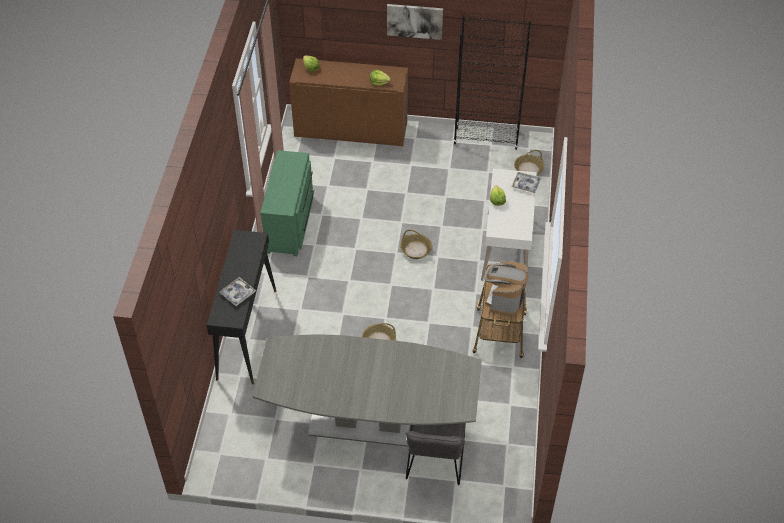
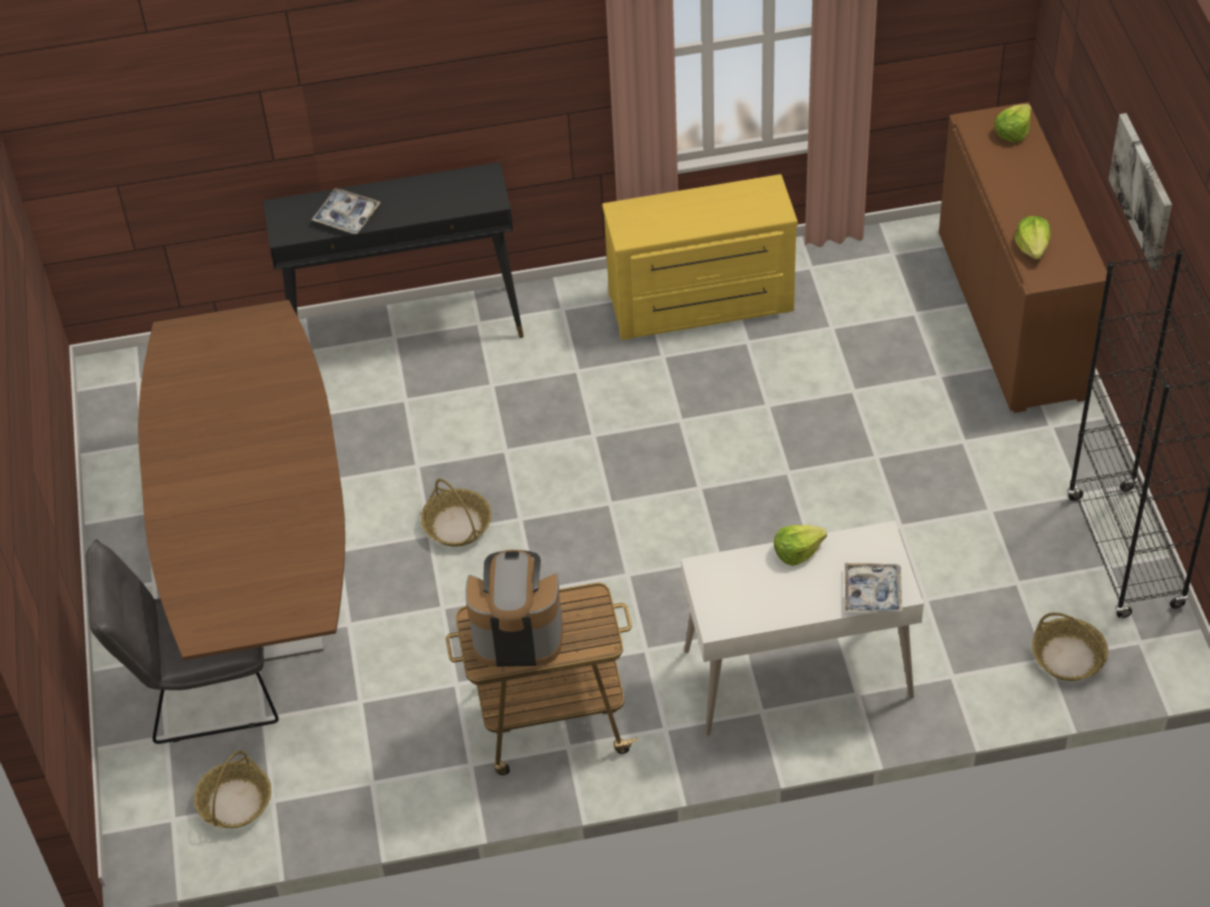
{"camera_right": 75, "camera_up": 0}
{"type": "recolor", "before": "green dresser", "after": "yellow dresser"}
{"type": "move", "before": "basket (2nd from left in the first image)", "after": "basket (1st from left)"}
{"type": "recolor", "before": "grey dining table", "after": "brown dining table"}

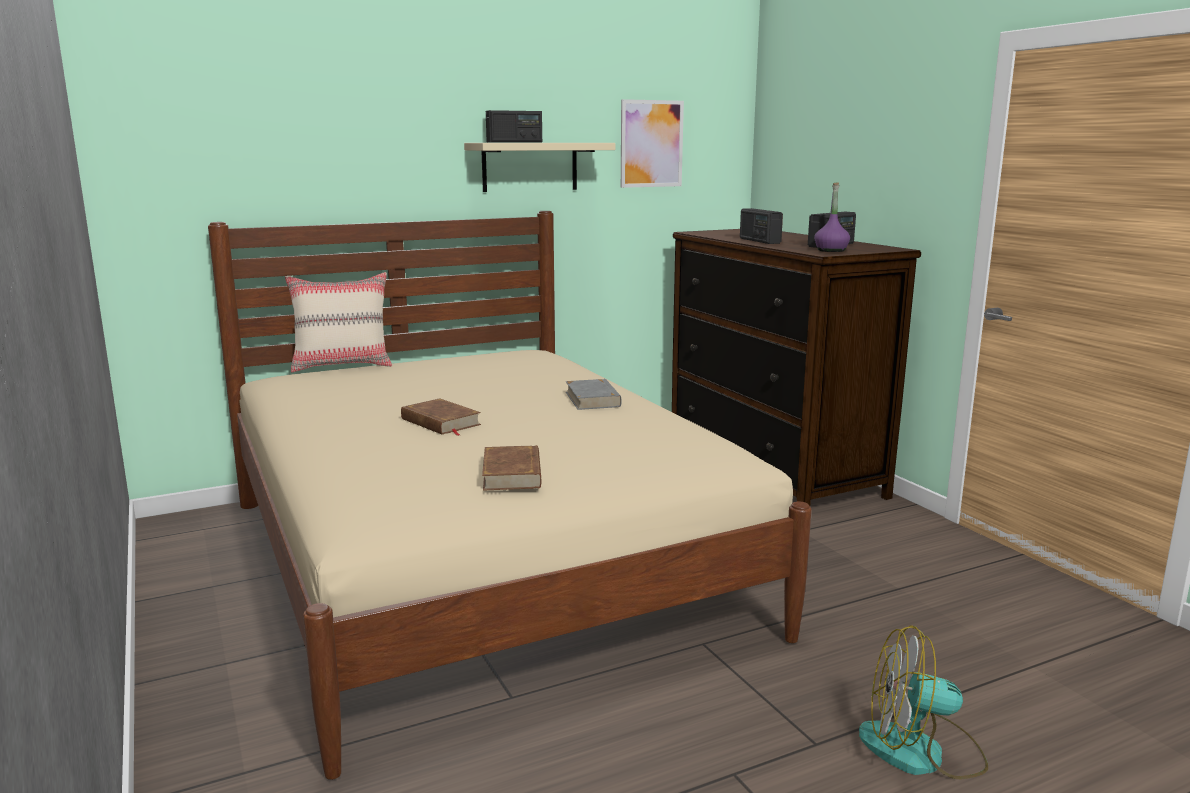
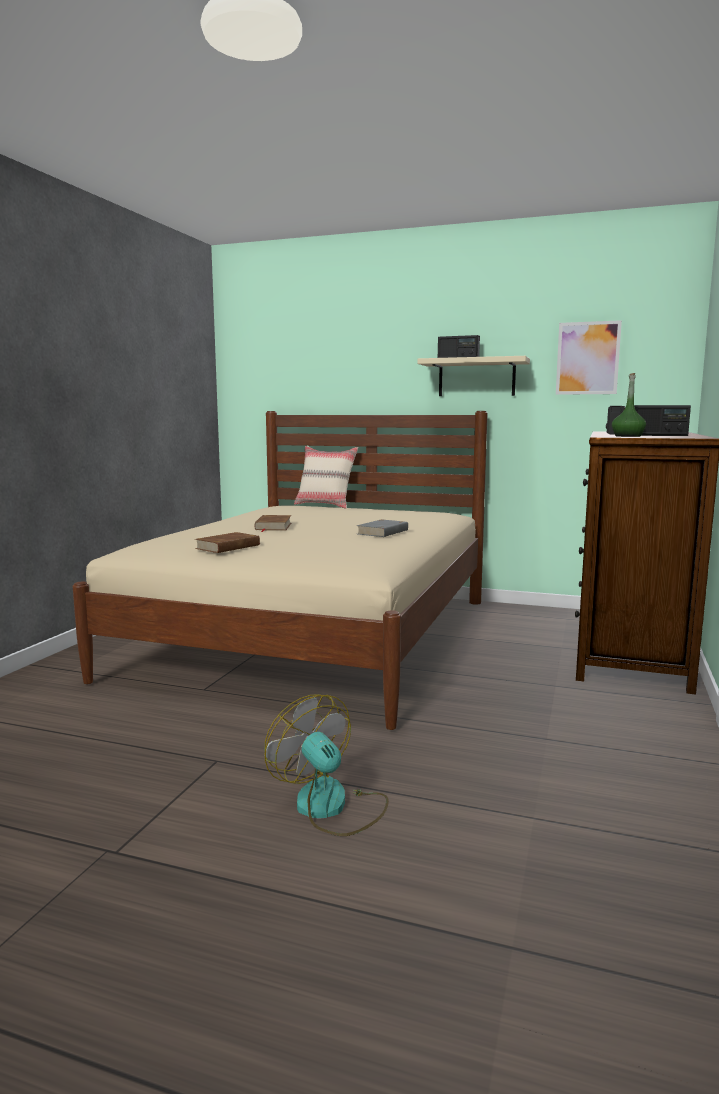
{"camera_right": 45, "camera_up": -5}
{"type": "recolor", "before": "purple bottle", "after": "green bottle"}

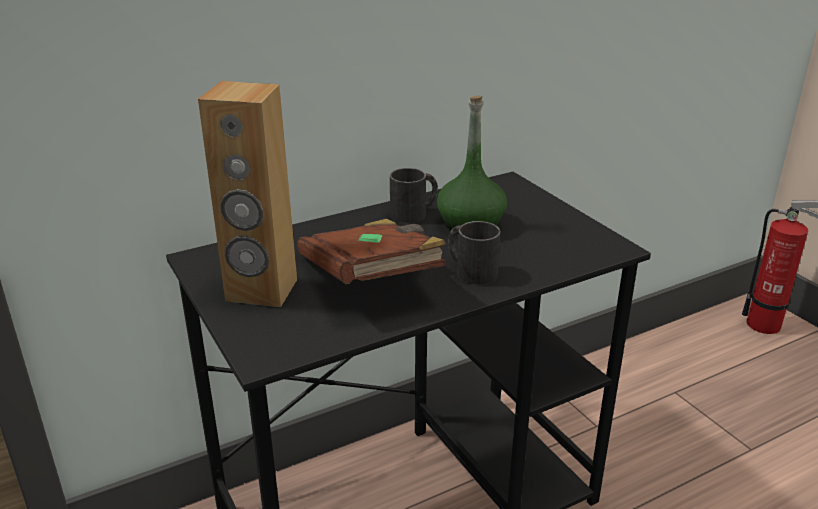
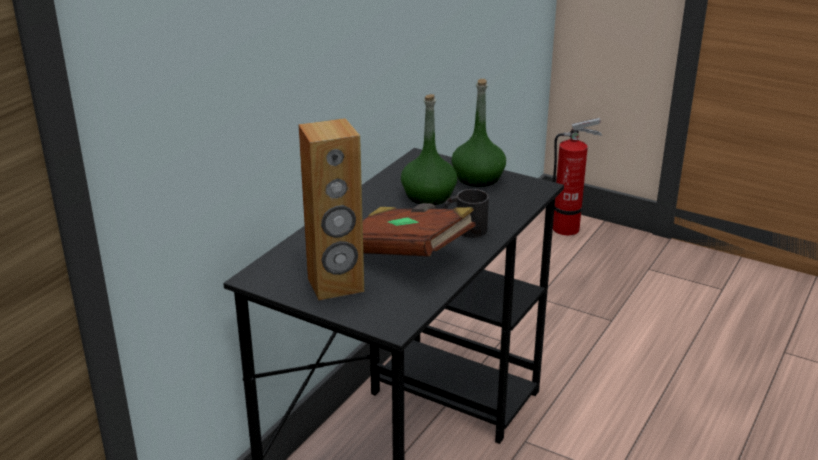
{"camera_right": -30, "camera_up": 0}
{"type": "delete", "before": "black mug (1st from left)"}
{"type": "insert", "after": "green bottle (2nd from left)"}

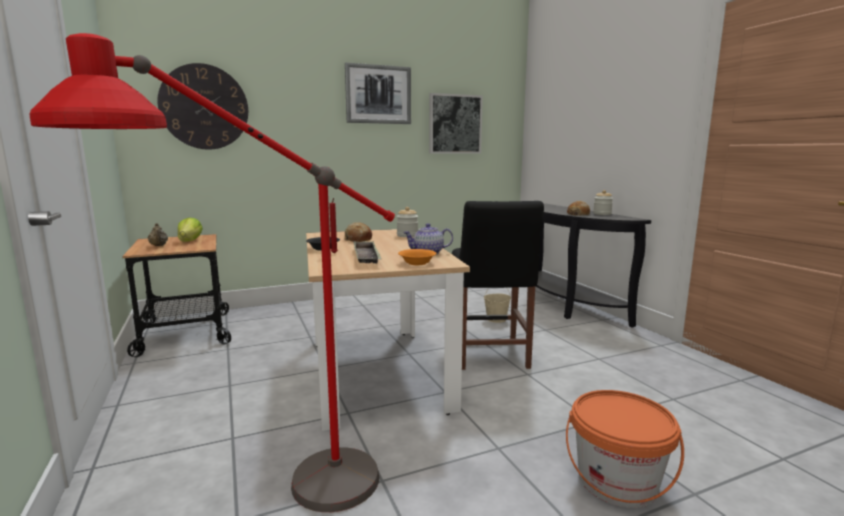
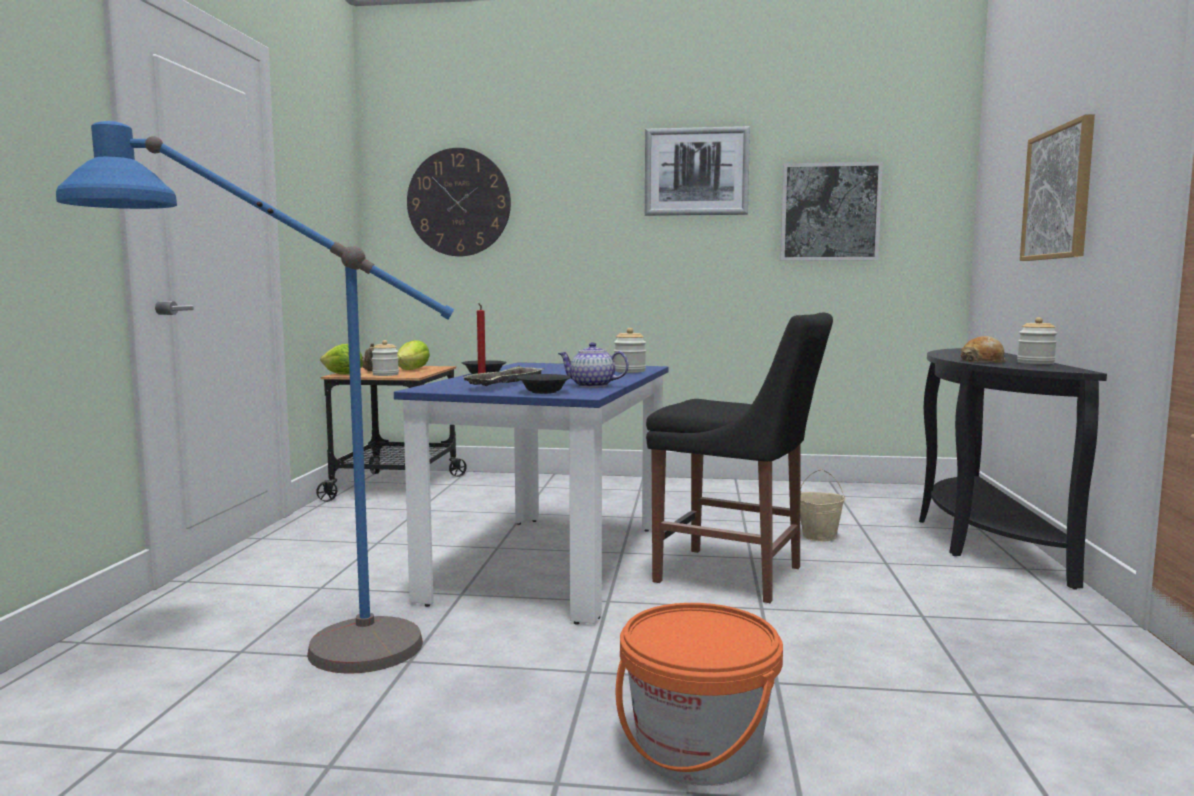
{"camera_right": 30, "camera_up": -5}
{"type": "recolor", "before": "red floor lamp", "after": "blue floor lamp"}
{"type": "rotate", "before": "black chair", "turn": -90}
{"type": "delete", "before": "bread (1st from left)"}
{"type": "recolor", "before": "beige dining table", "after": "blue dining table"}
{"type": "recolor", "before": "orange bowl", "after": "black bowl (2nd from left)"}
{"type": "insert", "after": "picture (3rd from left)"}
{"type": "insert", "after": "jar (1st from left)"}
{"type": "insert", "after": "lettuce (1st from left)"}

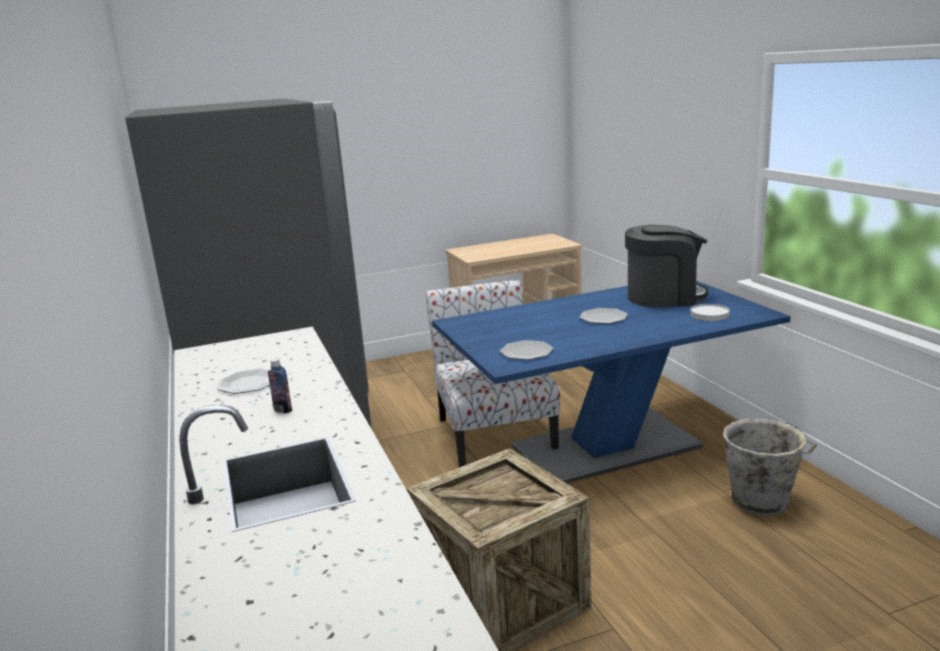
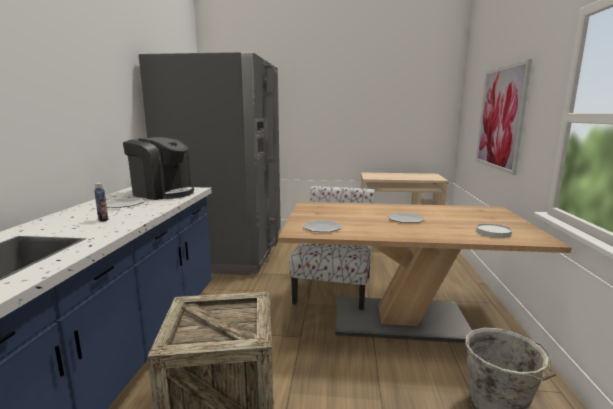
{"camera_right": 25, "camera_up": -5}
{"type": "move", "before": "coffee machine"}
{"type": "recolor", "before": "blue dining table", "after": "brown dining table"}
{"type": "insert", "after": "picture"}

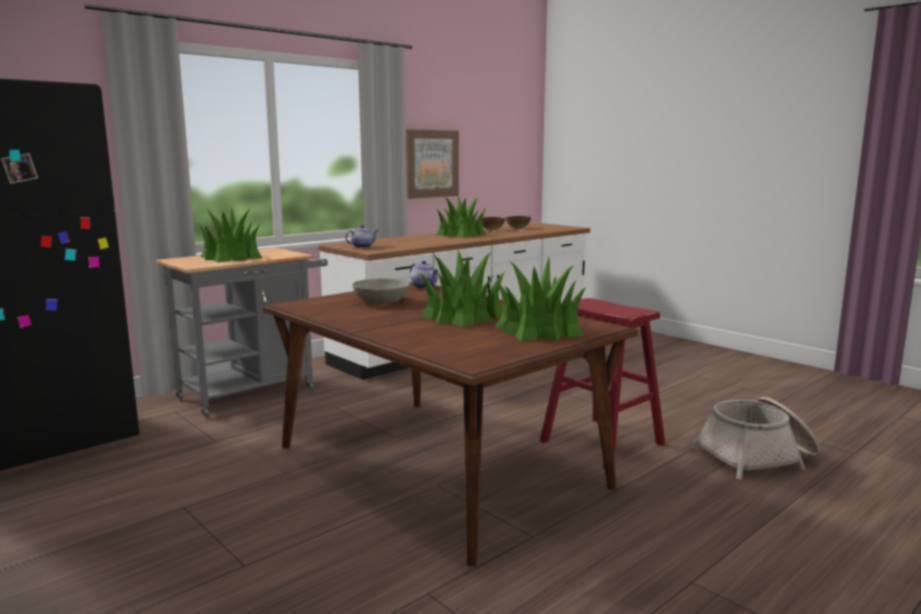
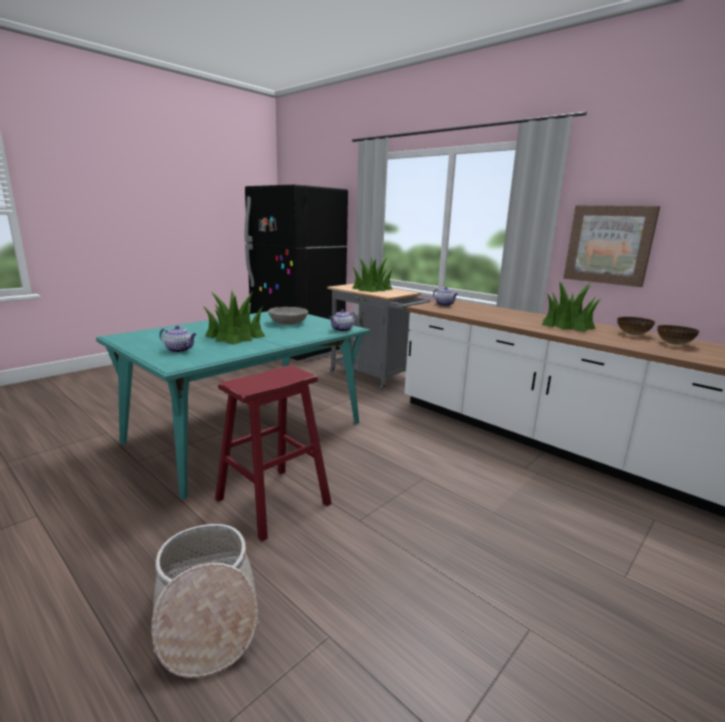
{"camera_right": 85, "camera_up": 5}
{"type": "replace", "before": "potted plant (4th from left)", "after": "teapot (1st from left)"}
{"type": "recolor", "before": "brown dining table", "after": "turquoise dining table"}

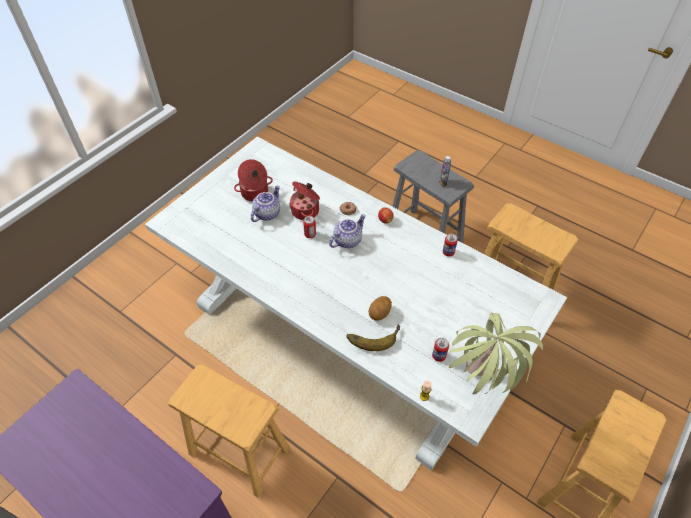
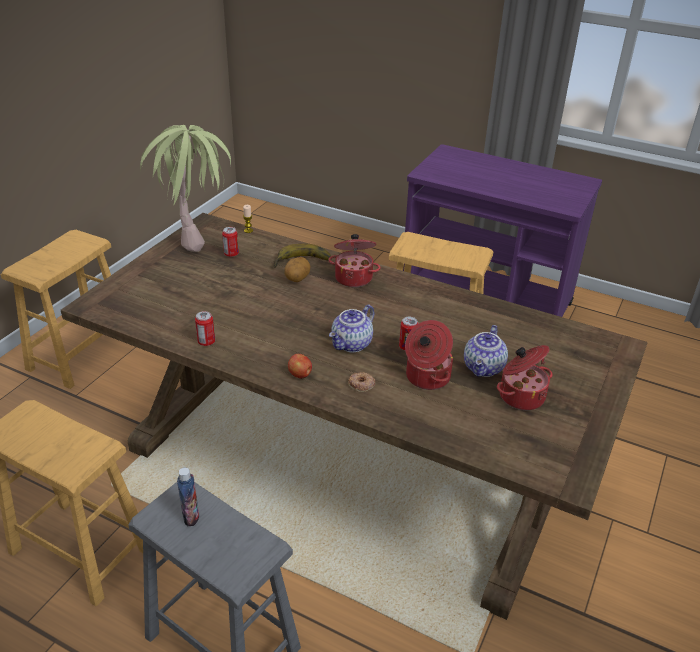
{"camera_right": 170, "camera_up": -15}
{"type": "recolor", "before": "white dining table", "after": "brown dining table"}
{"type": "insert", "after": "cooking pot (1st from left)"}

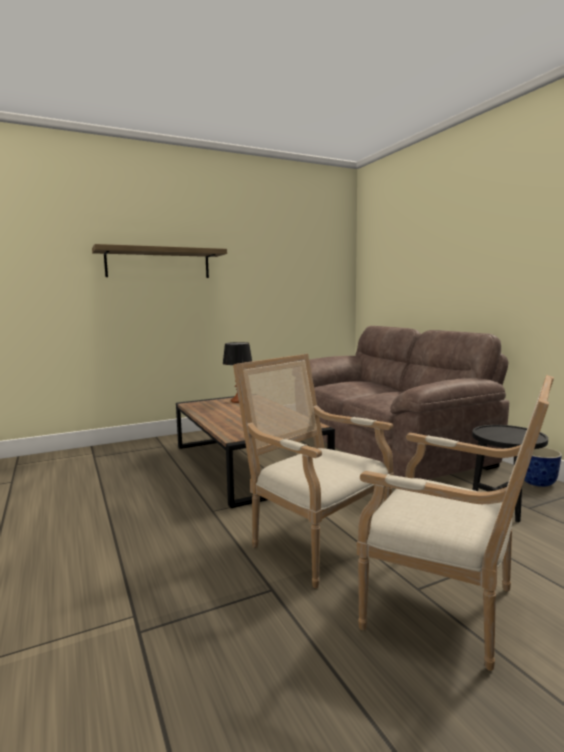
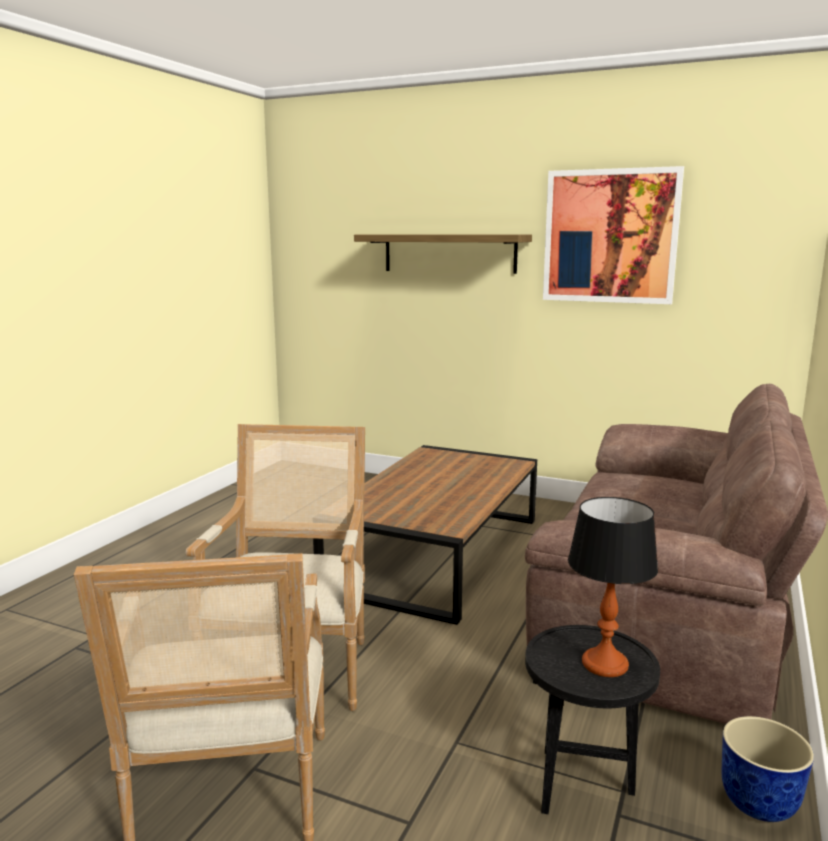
{"camera_right": 50, "camera_up": 5}
{"type": "move", "before": "table lamp"}
{"type": "insert", "after": "picture"}

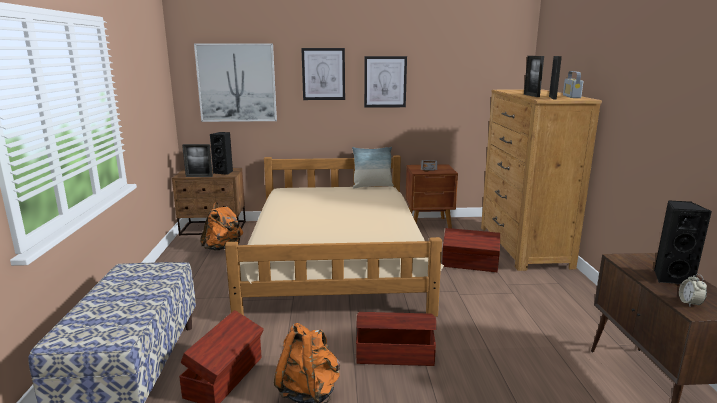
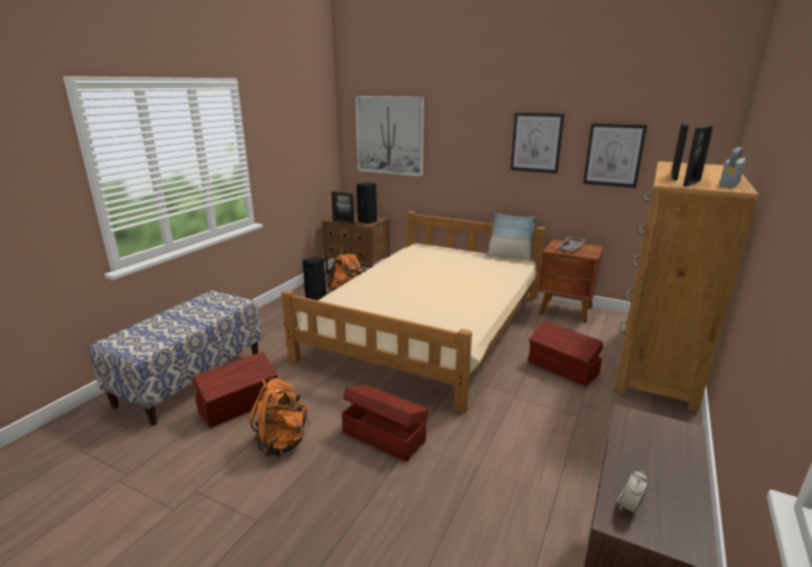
{"camera_right": 30, "camera_up": 5}
{"type": "move", "before": "picture (2nd from left in the first image)", "after": "picture (3rd from left)"}
{"type": "move", "before": "black speaker (2nd from left in the first image)", "after": "black speaker (1st from left)"}

